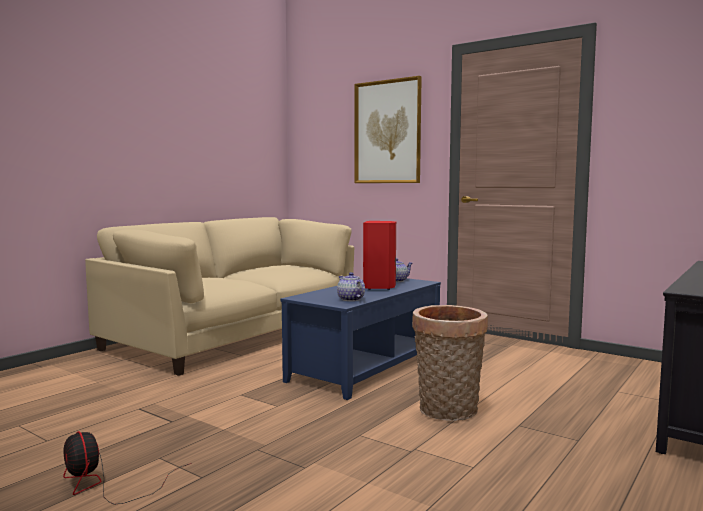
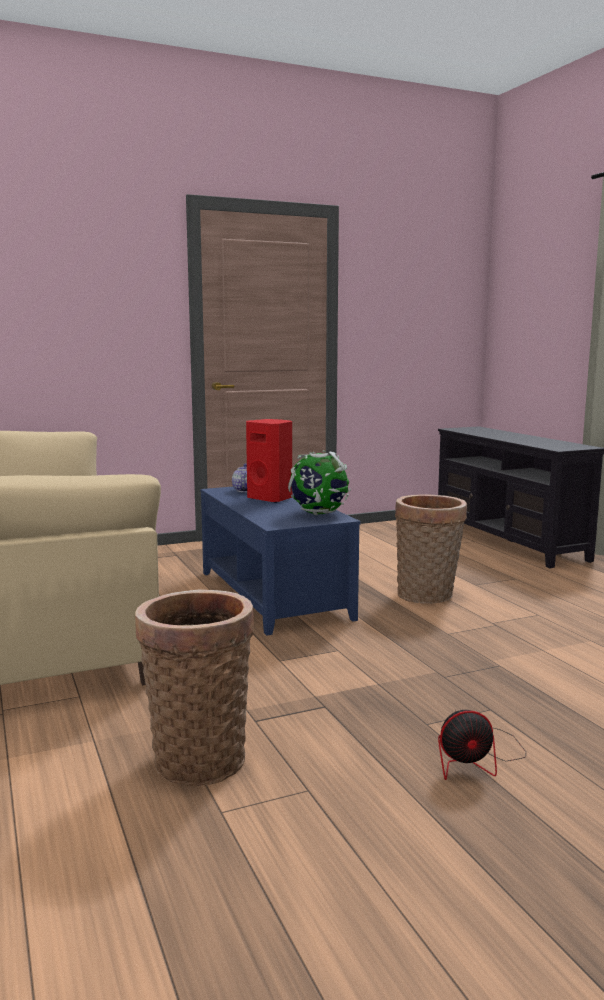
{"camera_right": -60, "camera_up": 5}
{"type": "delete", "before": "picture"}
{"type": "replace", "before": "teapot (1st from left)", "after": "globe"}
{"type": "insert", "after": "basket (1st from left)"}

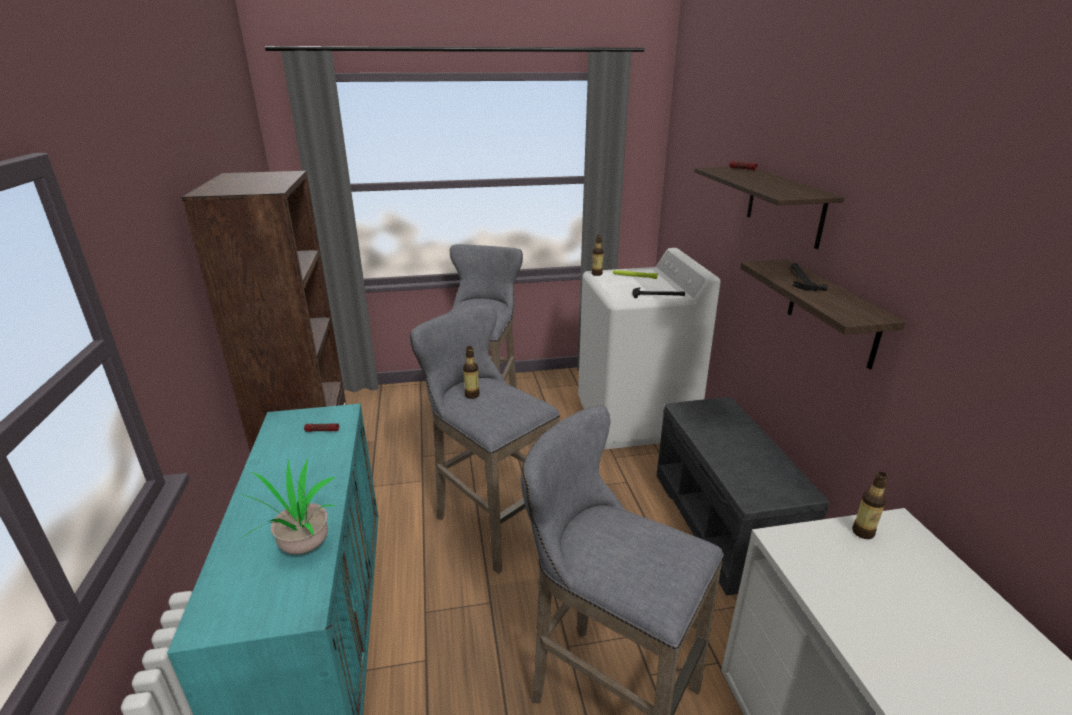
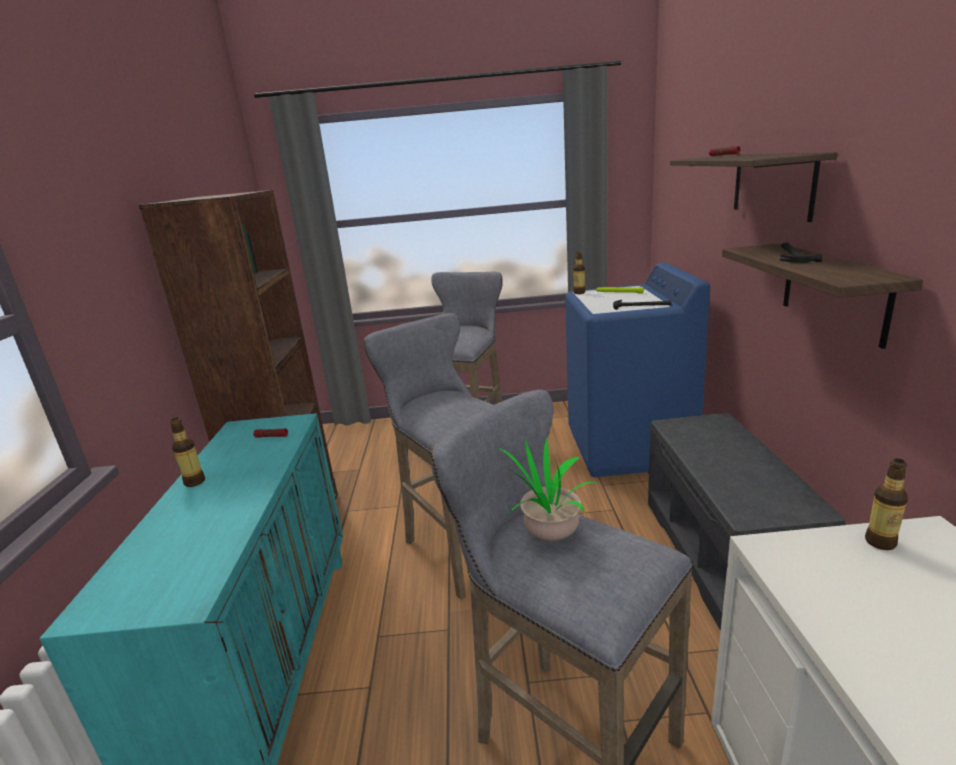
{"camera_right": 10, "camera_up": -5}
{"type": "recolor", "before": "white washing machine", "after": "blue washing machine"}
{"type": "move", "before": "bottle (1st from left)"}
{"type": "move", "before": "potted plant"}

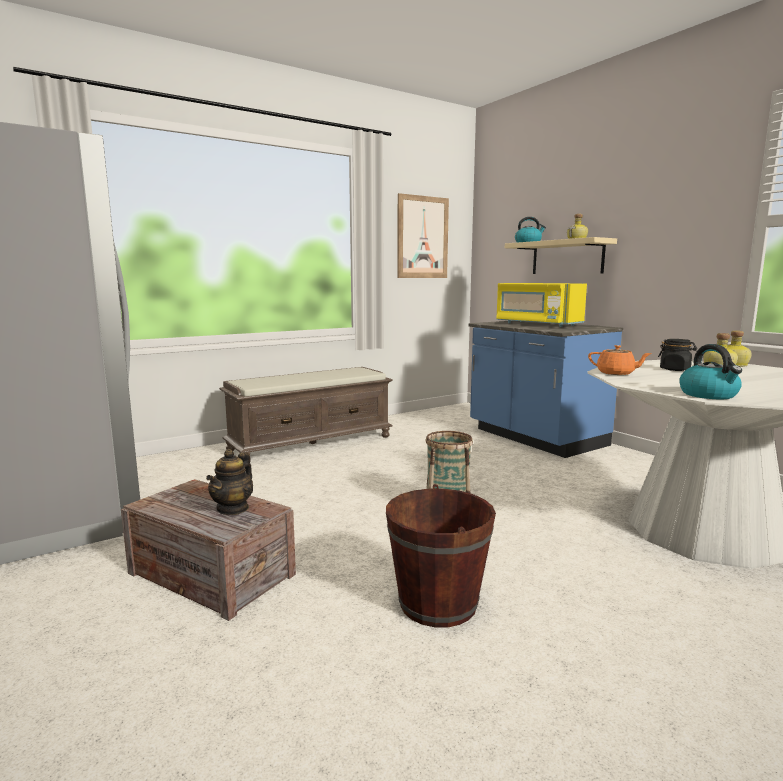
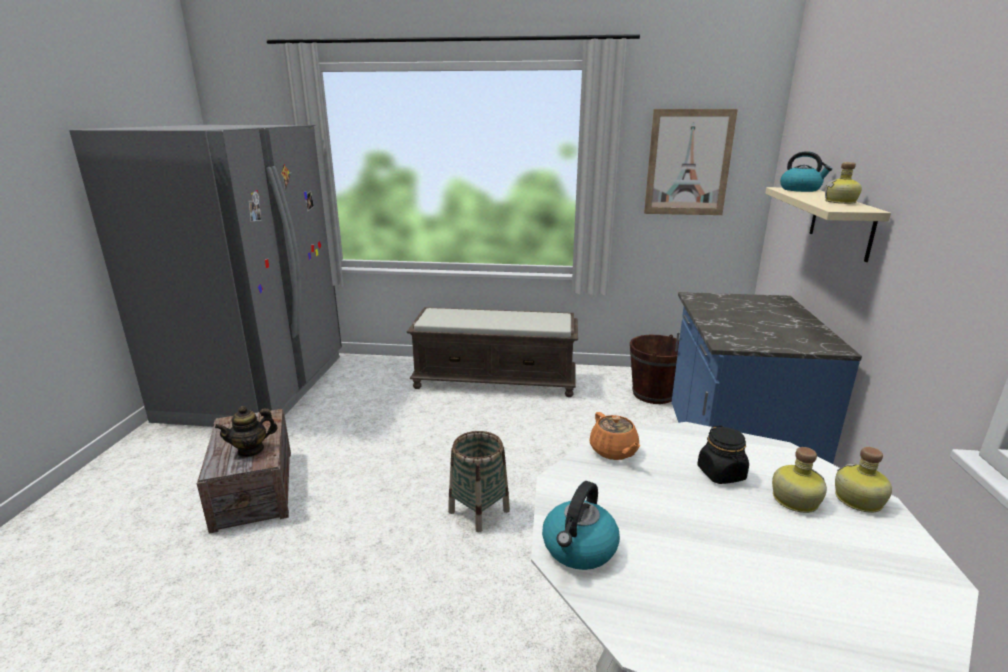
{"camera_right": 40, "camera_up": 10}
{"type": "delete", "before": "yellow microwave"}
{"type": "move", "before": "brown bucket"}

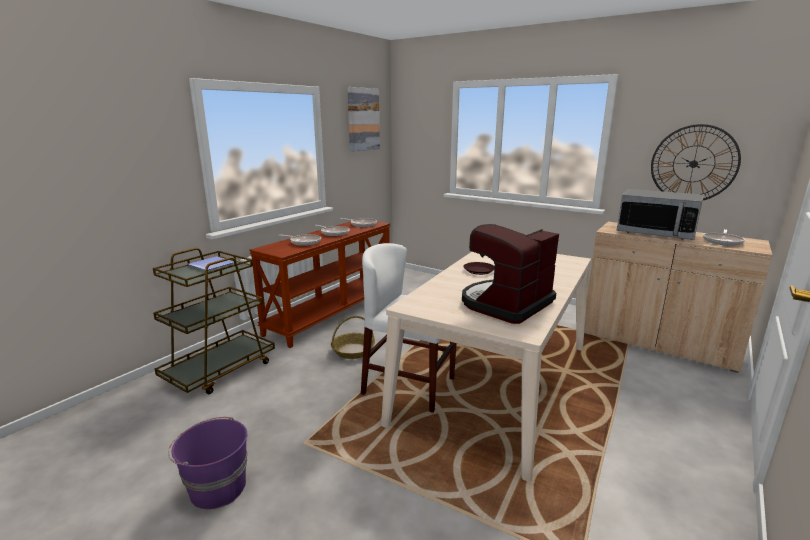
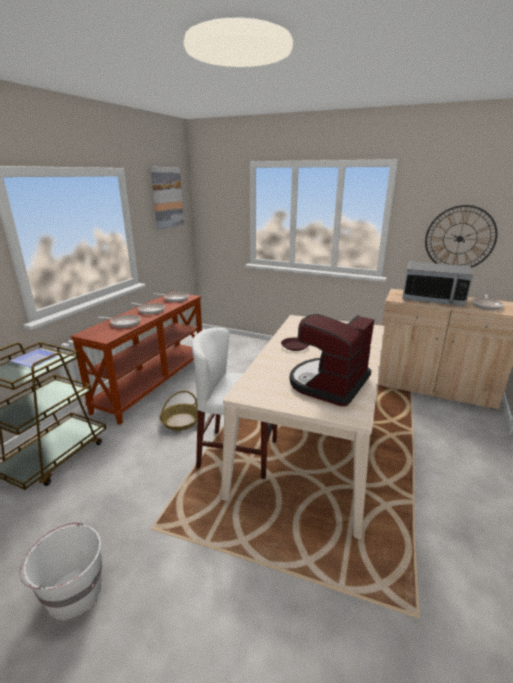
{"camera_right": -10, "camera_up": 5}
{"type": "recolor", "before": "purple bucket", "after": "white bucket"}

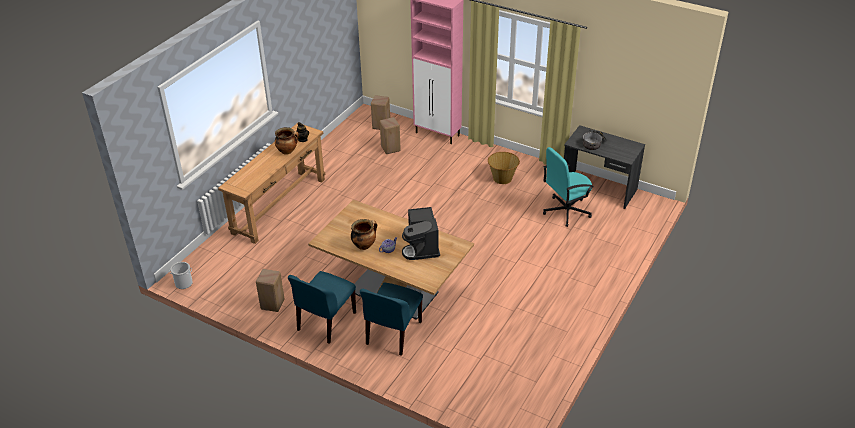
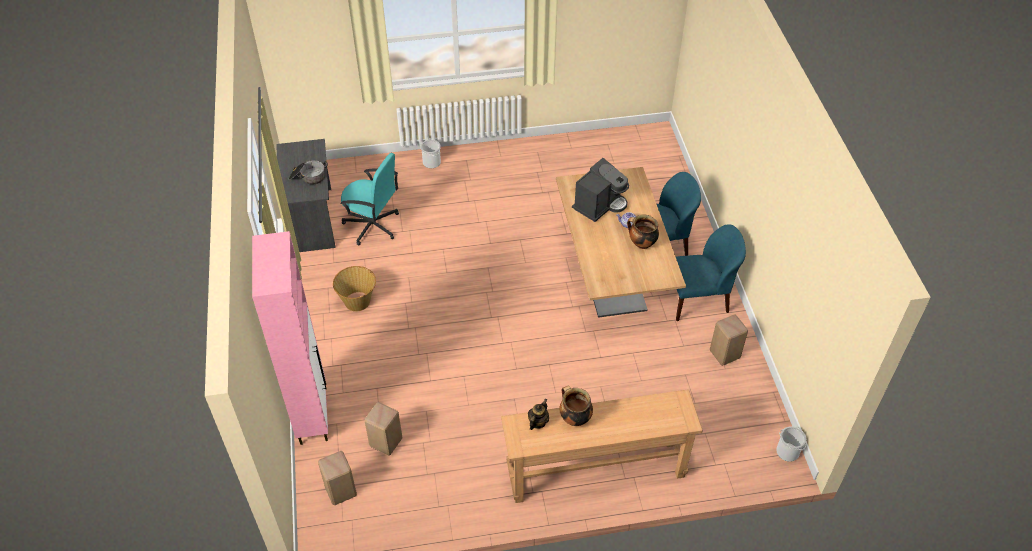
{"camera_right": -130, "camera_up": 10}
{"type": "insert", "after": "bucket (1st from left)"}

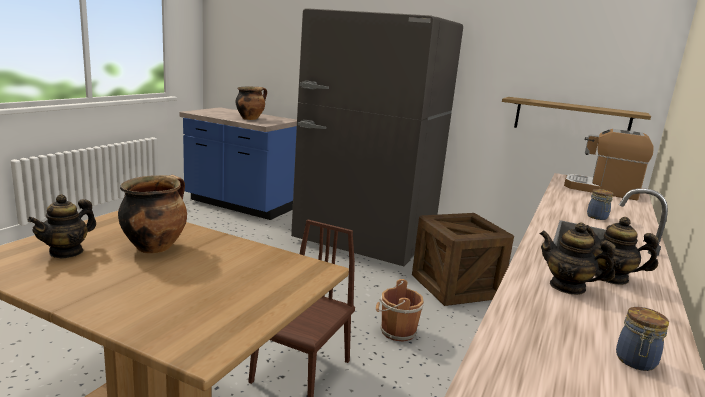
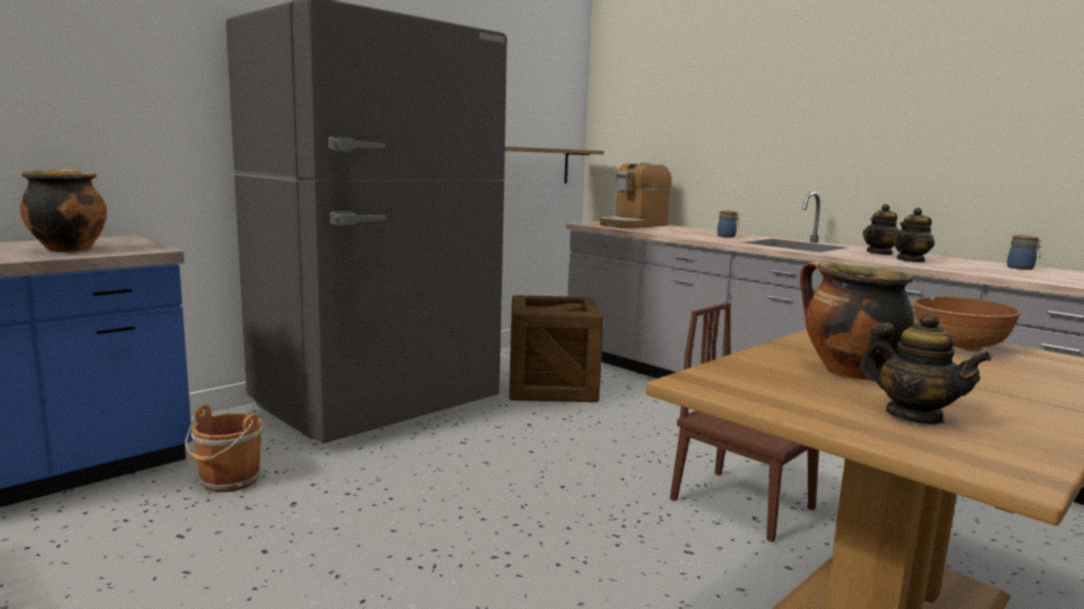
{"camera_right": -70, "camera_up": -5}
{"type": "move", "before": "brown bucket"}
{"type": "insert", "after": "brown bowl"}

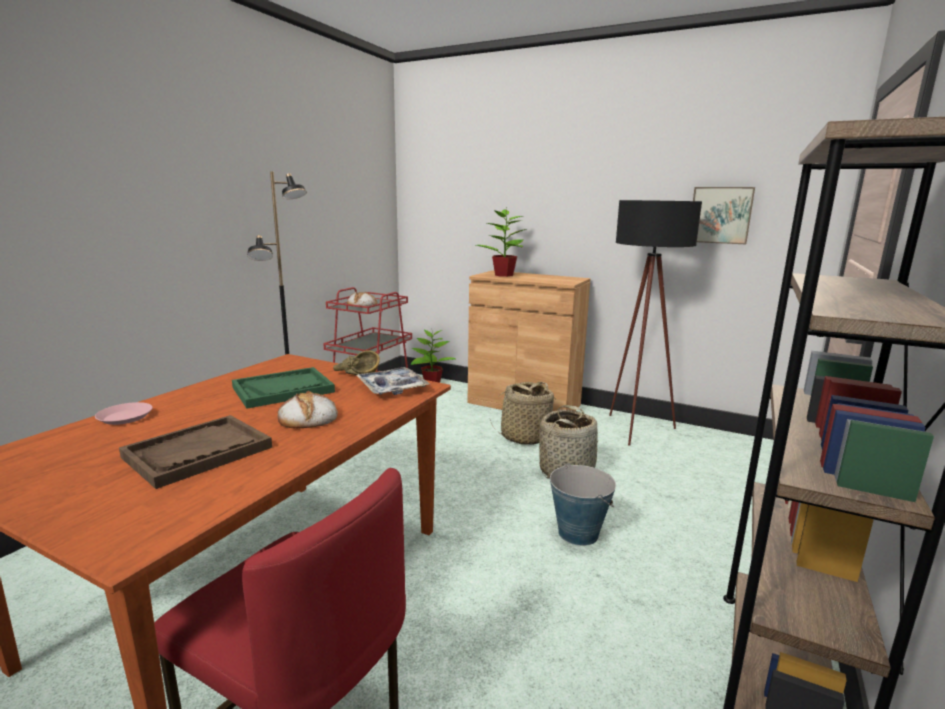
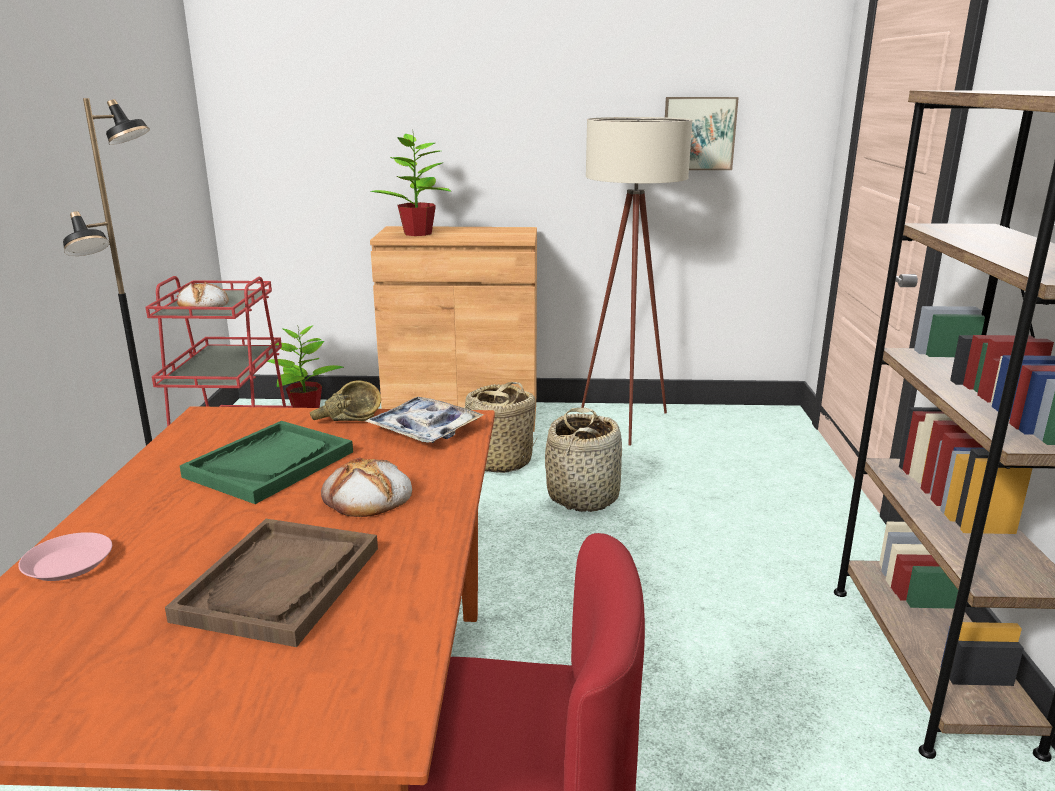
{"camera_right": -25, "camera_up": 5}
{"type": "recolor", "before": "black floor lamp (2nd from left)", "after": "beige floor lamp"}
{"type": "delete", "before": "bucket"}

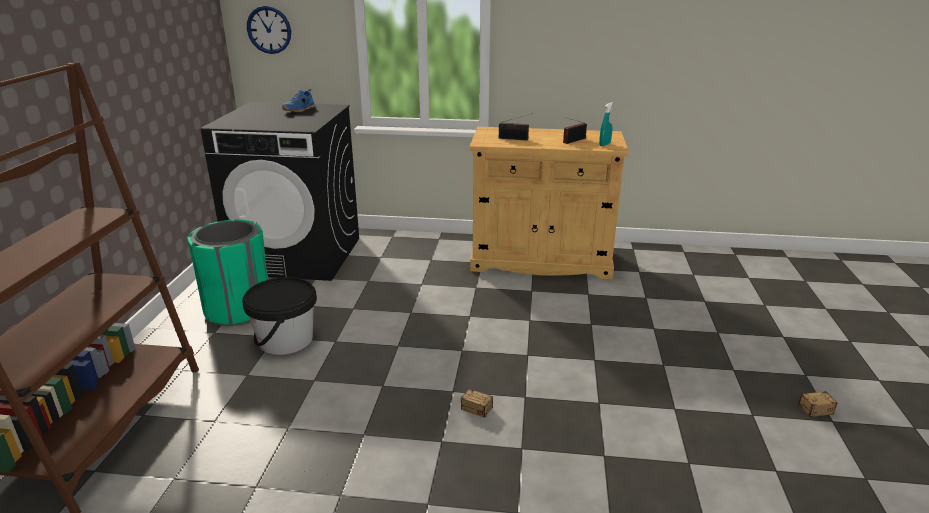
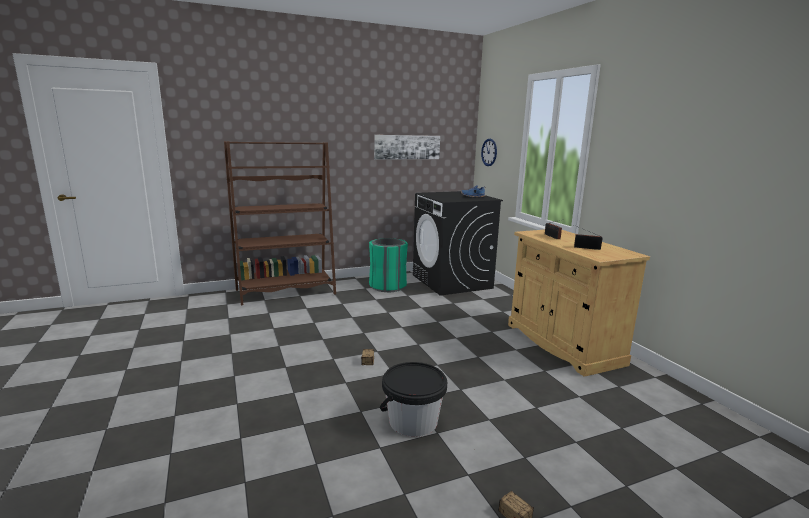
{"camera_right": 60, "camera_up": -10}
{"type": "delete", "before": "turquoise spray bottle"}
{"type": "move", "before": "black bucket"}
{"type": "insert", "after": "picture"}

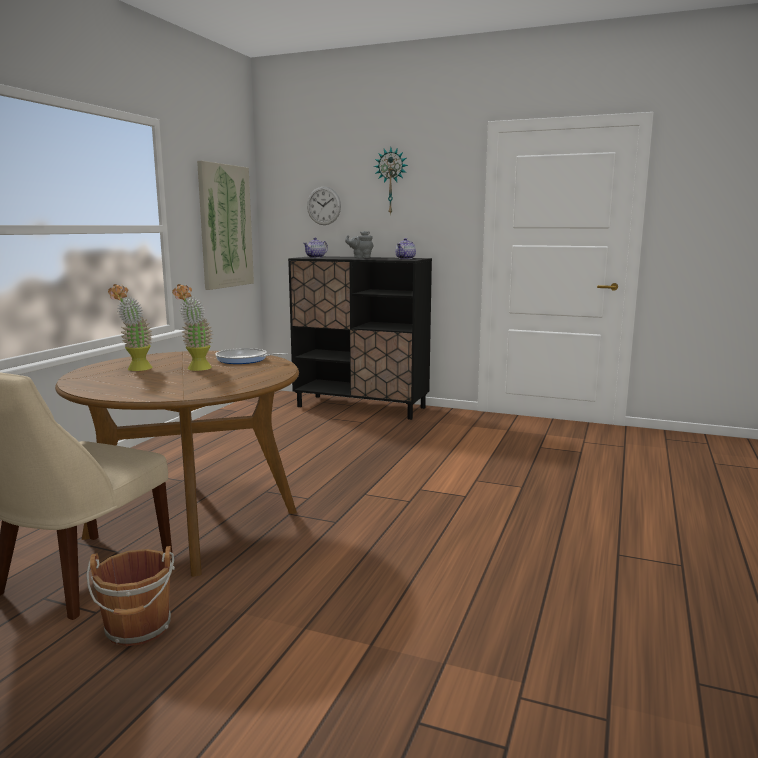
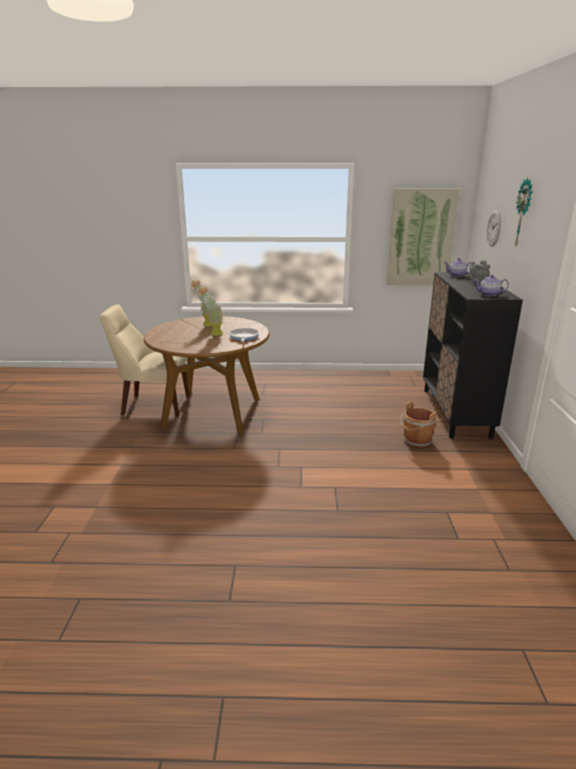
{"camera_right": 70, "camera_up": 10}
{"type": "move", "before": "brown bucket"}

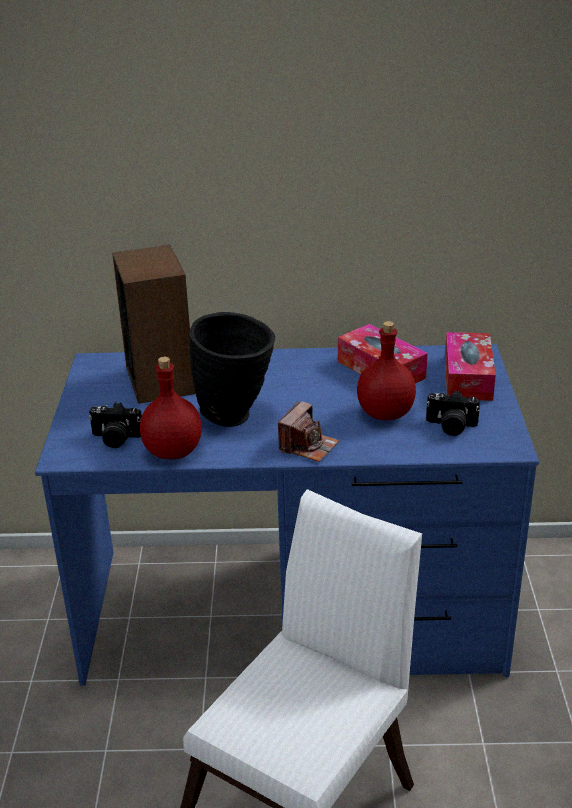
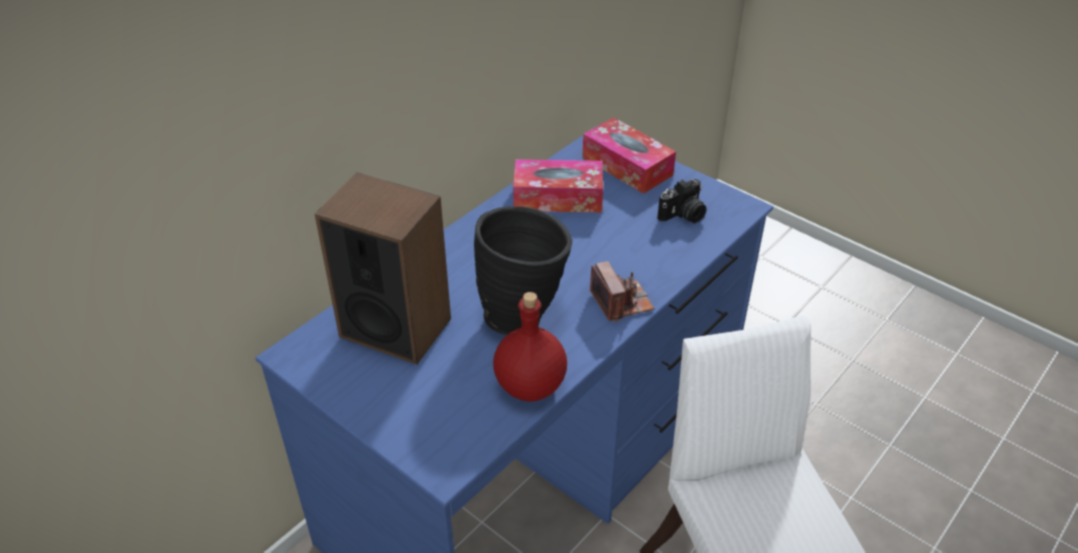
{"camera_right": -50, "camera_up": 10}
{"type": "delete", "before": "red bottle (2nd from left)"}
{"type": "delete", "before": "photo camera (1st from left)"}

